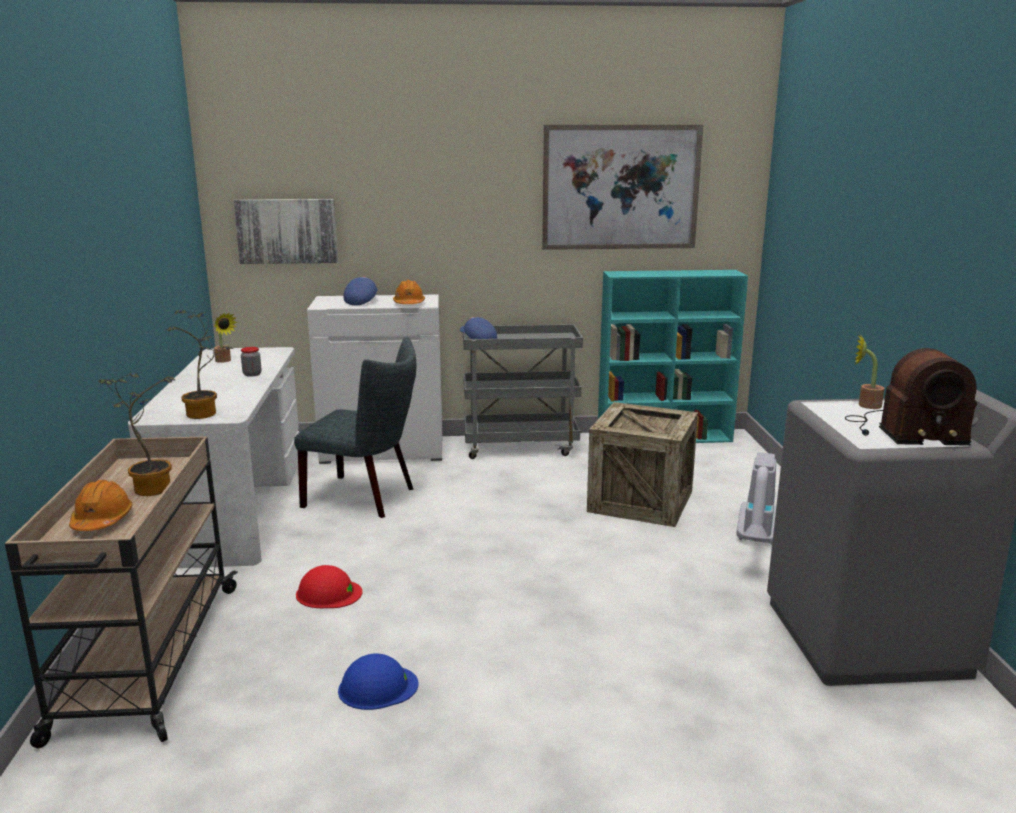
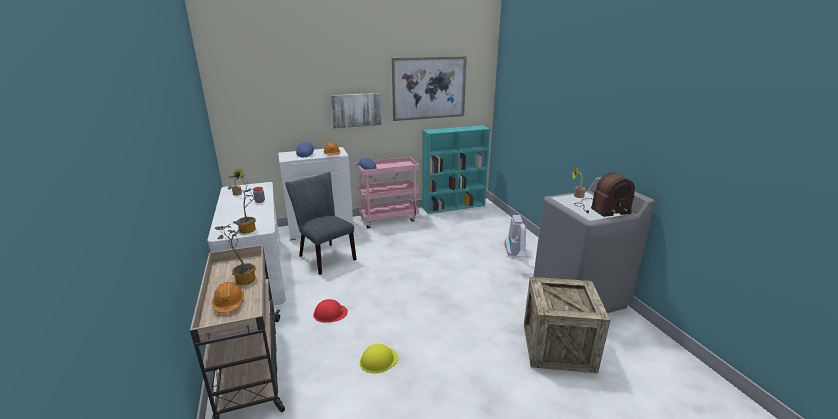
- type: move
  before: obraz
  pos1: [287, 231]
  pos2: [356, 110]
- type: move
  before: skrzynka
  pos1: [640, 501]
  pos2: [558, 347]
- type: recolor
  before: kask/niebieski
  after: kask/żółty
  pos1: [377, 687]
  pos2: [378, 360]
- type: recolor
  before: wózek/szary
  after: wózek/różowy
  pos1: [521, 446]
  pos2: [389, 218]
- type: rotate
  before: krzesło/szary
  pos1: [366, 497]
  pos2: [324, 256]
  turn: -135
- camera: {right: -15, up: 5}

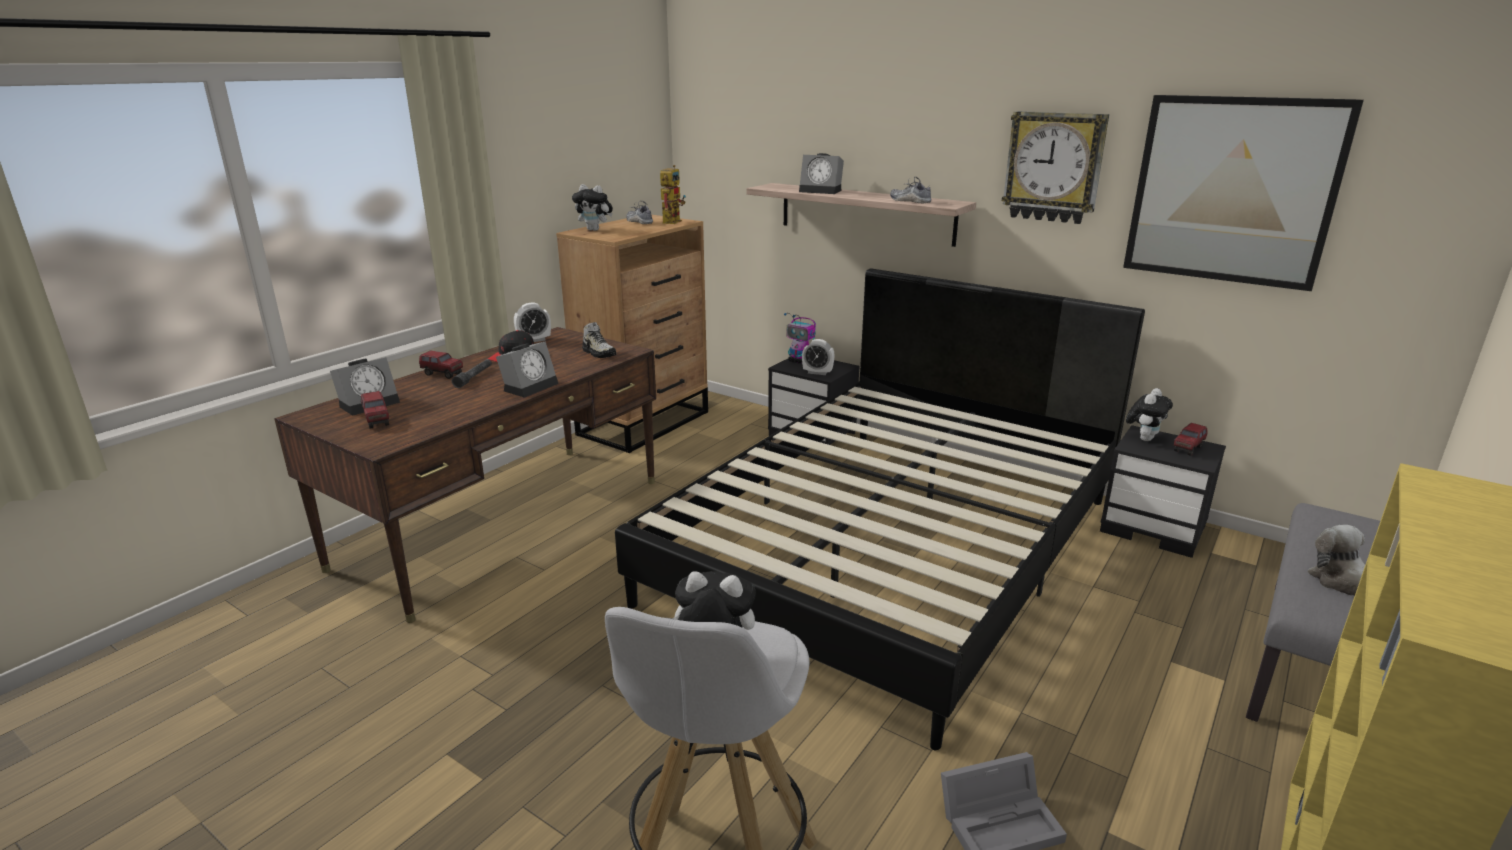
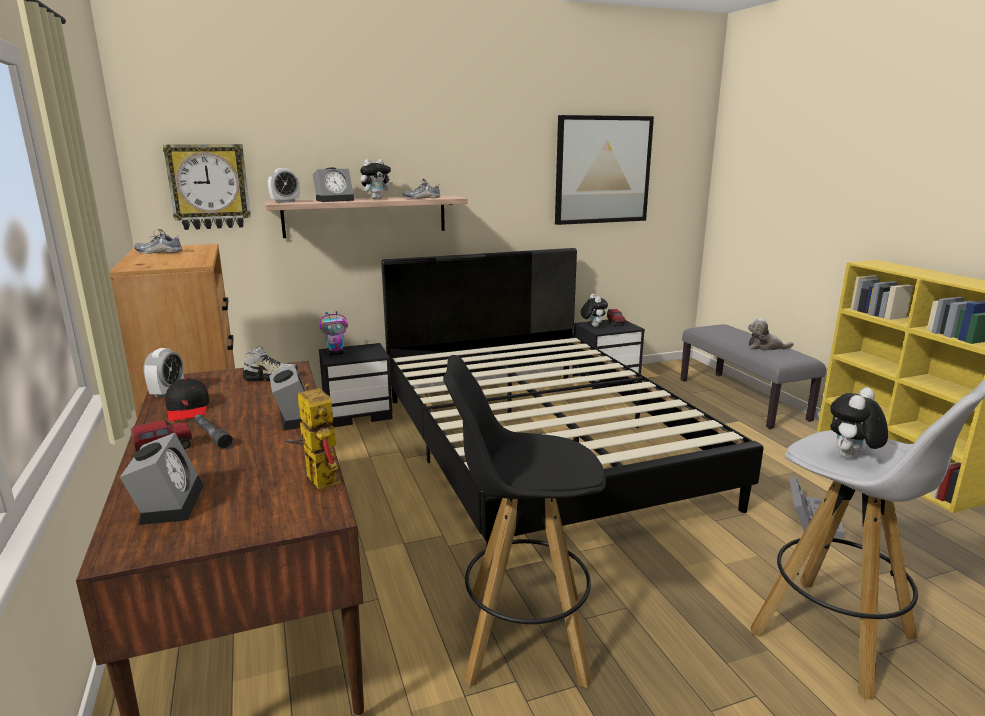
- type: delete
  before: ciężarówka zabawkowa
  pos1: [377, 421]
- type: insert
  after: stołek/czarny
  pos2: [522, 638]
- type: move
  before: pluszak
  pos1: [595, 230]
  pos2: [376, 198]
- type: move
  before: robot zabawkowy
  pos1: [672, 221]
  pos2: [316, 477]
- type: move
  before: budzik
  pos1: [817, 372]
  pos2: [285, 202]
- type: move
  before: zegar ścienny
  pos1: [1053, 167]
  pos2: [209, 187]
- camera: {right: -55, up: -5}

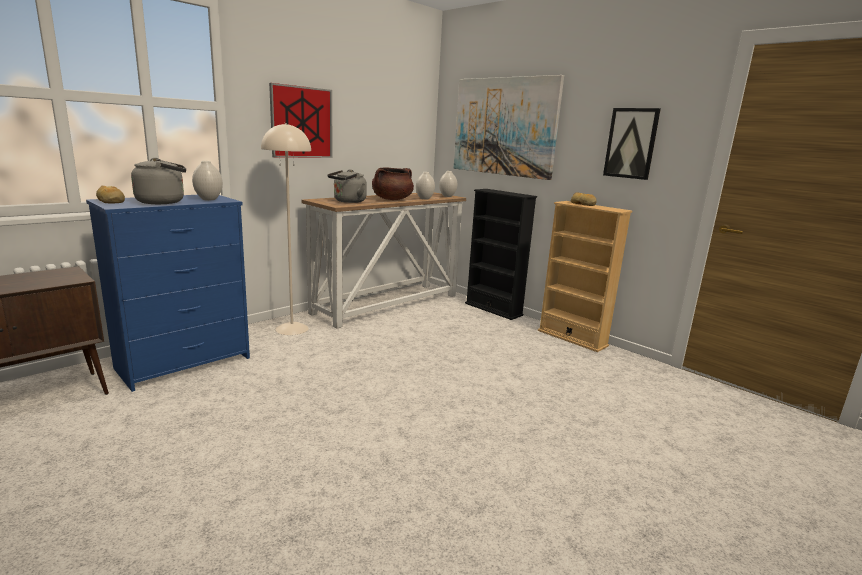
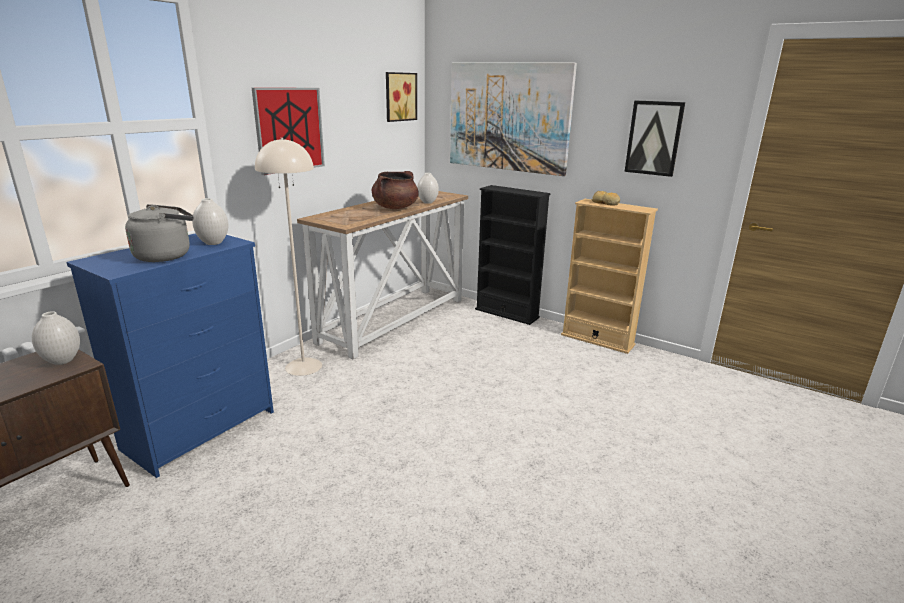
- type: delete
  before: chleb
  pos1: [111, 201]
- type: delete
  before: czajnik/szary
  pos1: [348, 201]
- type: insert
  after: obraz
  pos2: [399, 96]
- type: move
  before: wazon/biały
  pos1: [447, 196]
  pos2: [63, 361]
- camera: {right: -10, up: 5}

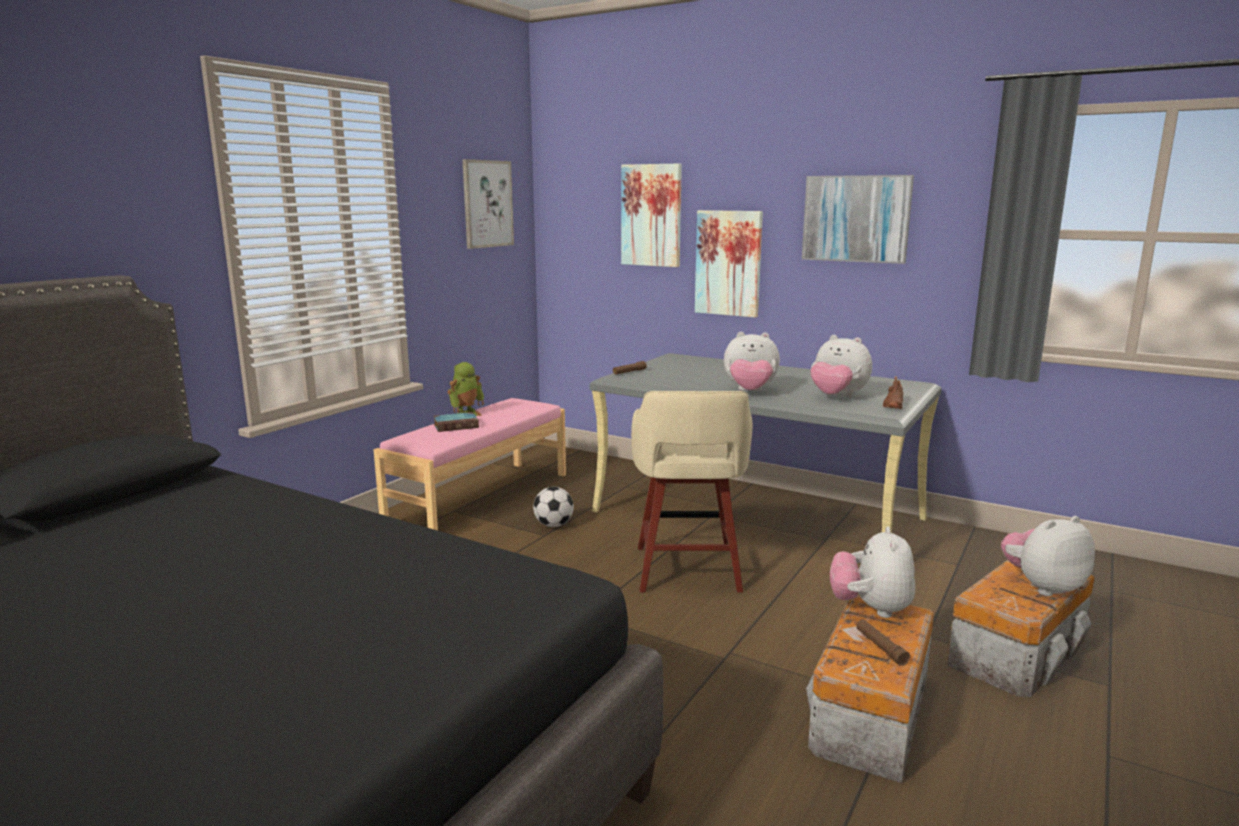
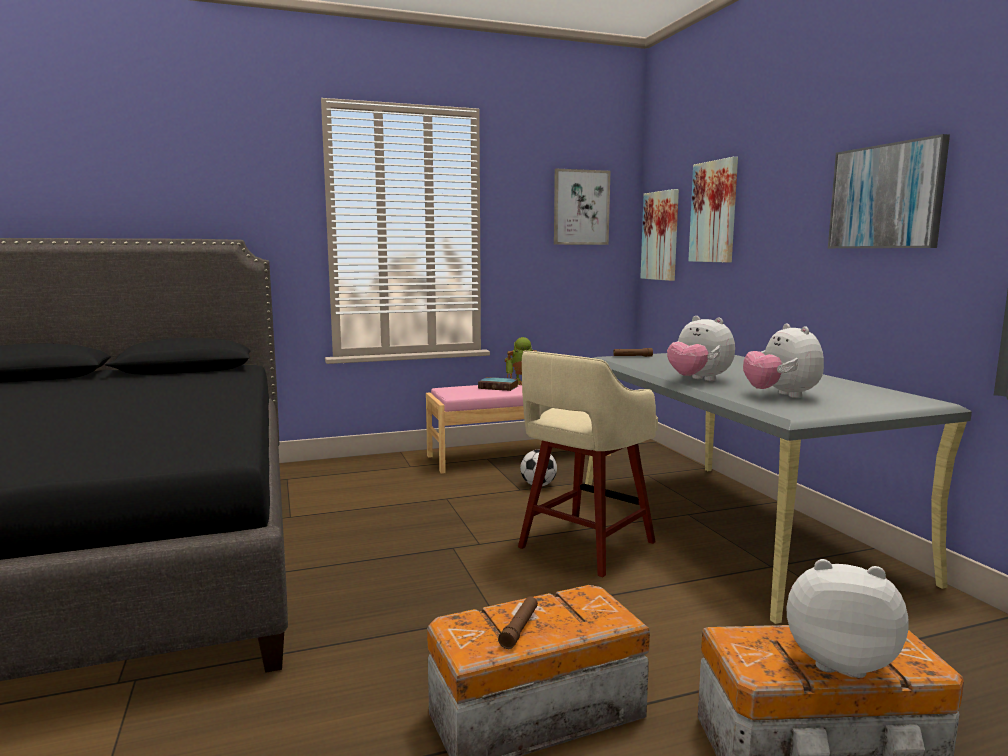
- type: delete
  before: pluszak
  pos1: [870, 609]
- type: delete
  before: but/brązowy
  pos1: [892, 405]
- type: move
  before: obraz
  pos1: [728, 263]
  pos2: [660, 236]
- camera: {right: 40, up: -5}

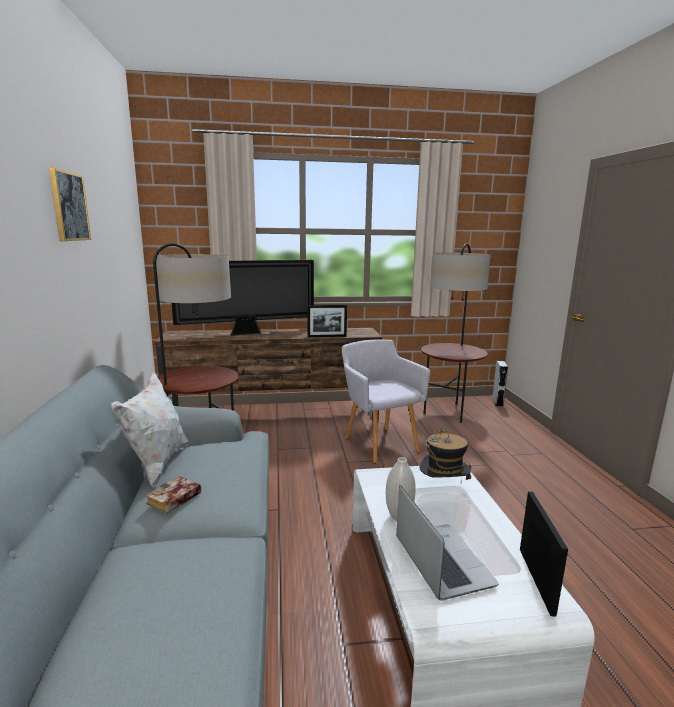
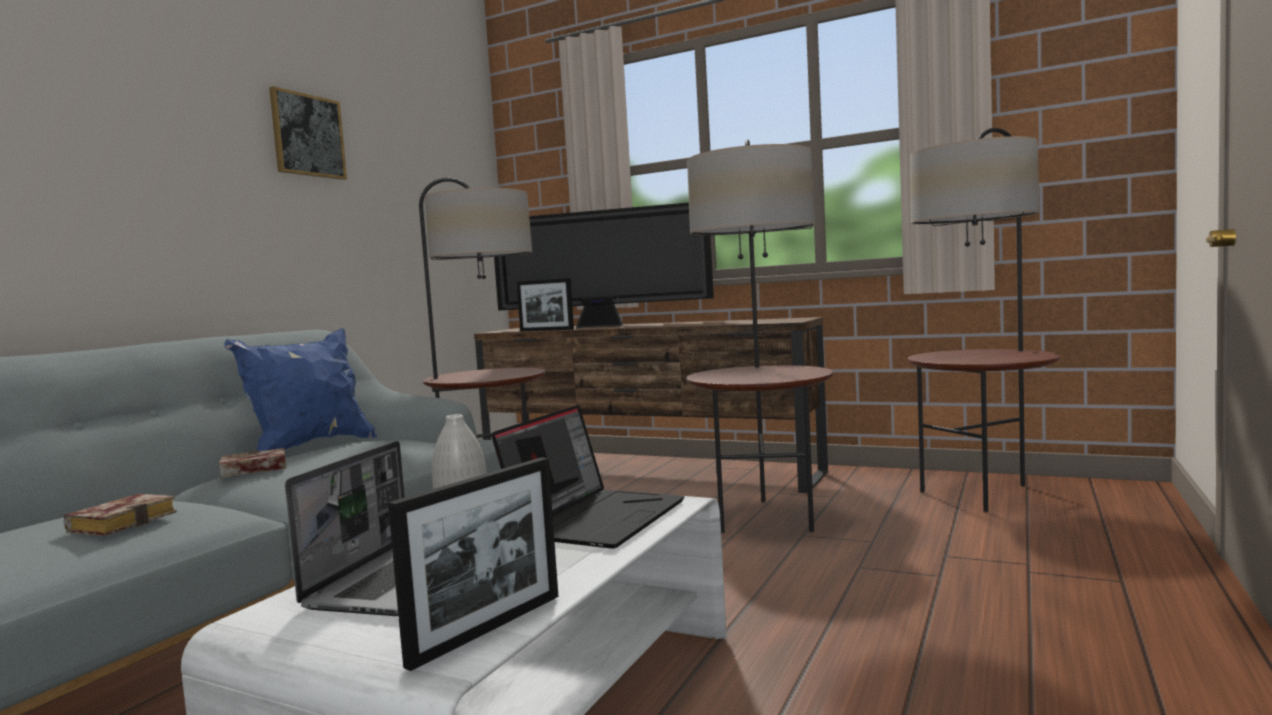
- type: delete
  before: głośnik/szary
  pos1: [497, 402]
- type: insert
  after: książka
  pos2: [124, 522]
- type: move
  before: ramka na zdjęcie
  pos1: [327, 336]
  pos2: [546, 330]
- type: replace
  before: fotel/szary
  after: lampa stojąca
  pos1: [379, 443]
  pos2: [765, 517]
- type: replace
  before: kapelusz
  after: laptop
  pos1: [443, 490]
  pos2: [596, 518]
- type: recolor
  before: poduszka/biały
  after: poduszka/niebieski
  pos1: [157, 464]
  pos2: [310, 448]
- camera: {right: 35, up: -10}

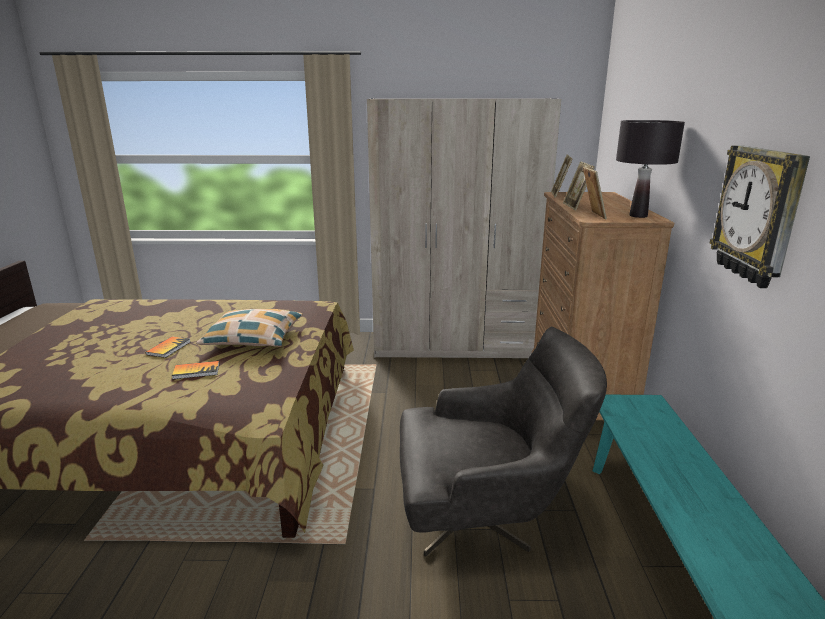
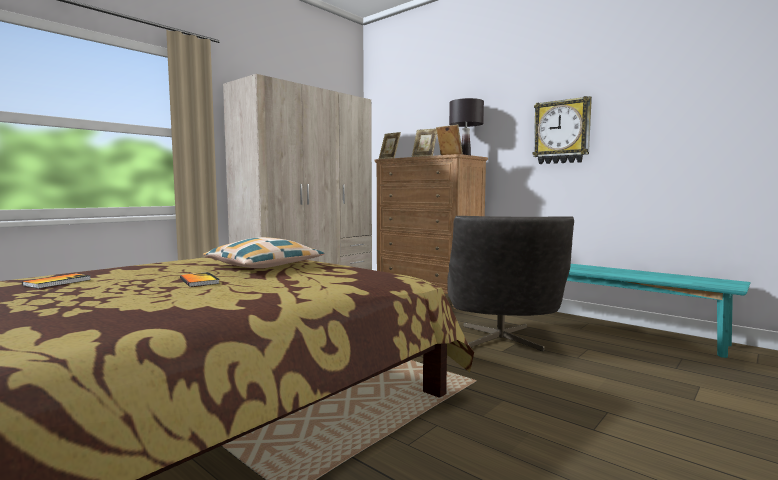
- type: move
  before: książka
  pos1: [196, 371]
  pos2: [57, 282]
- type: rotate
  before: fotel/szary
  pos1: [486, 516]
  pos2: [501, 342]
  turn: 150
- camera: {right: -50, up: -15}

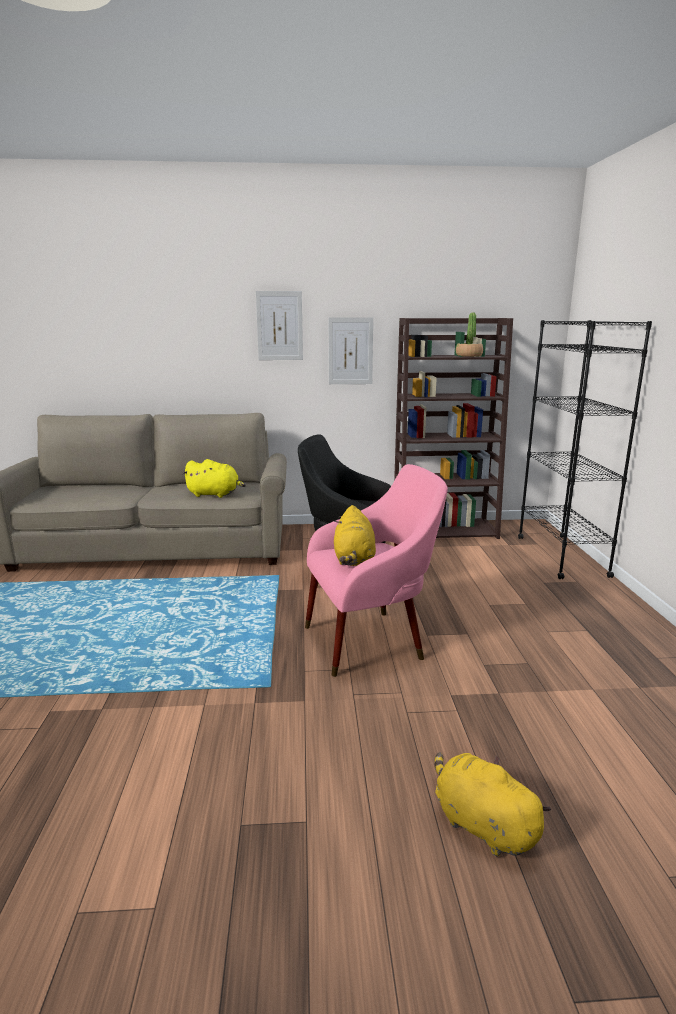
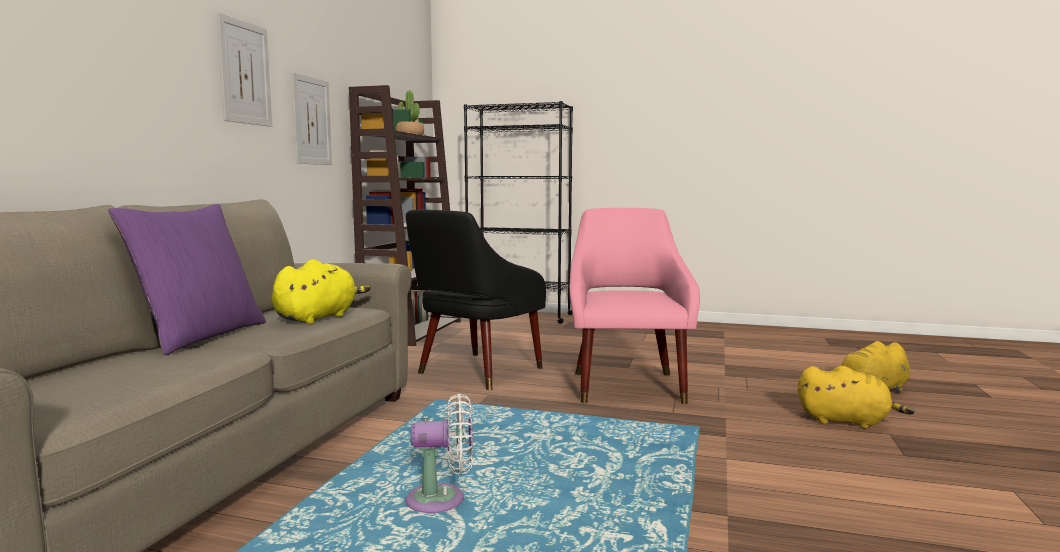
- type: insert
  after: poduszka/fioletowy
  pos2: [200, 336]
- type: insert
  after: wentylator/biały
  pos2: [442, 500]
- type: move
  before: pluszak/żółty
  pos1: [354, 559]
  pos2: [846, 421]
- camera: {right: -70, up: -10}

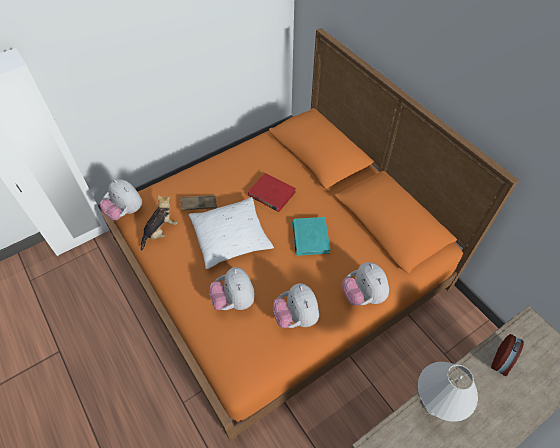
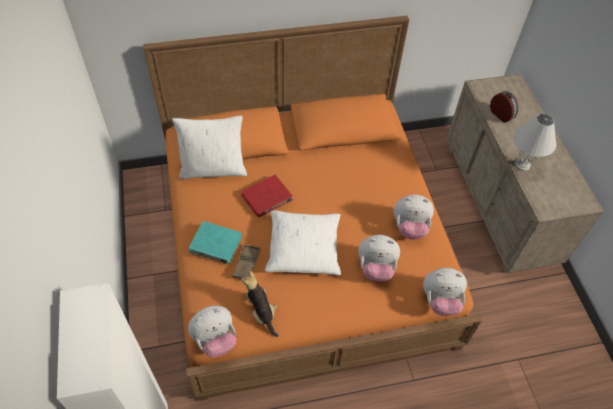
- type: insert
  after: poduszka/biały
  pos2: [213, 168]
- type: move
  before: książka/turkusowy
  pos1: [310, 237]
  pos2: [215, 244]
- type: move
  before: pluszak
  pos1: [363, 295]
  pos2: [440, 301]
- camera: {right: -70, up: 0}

